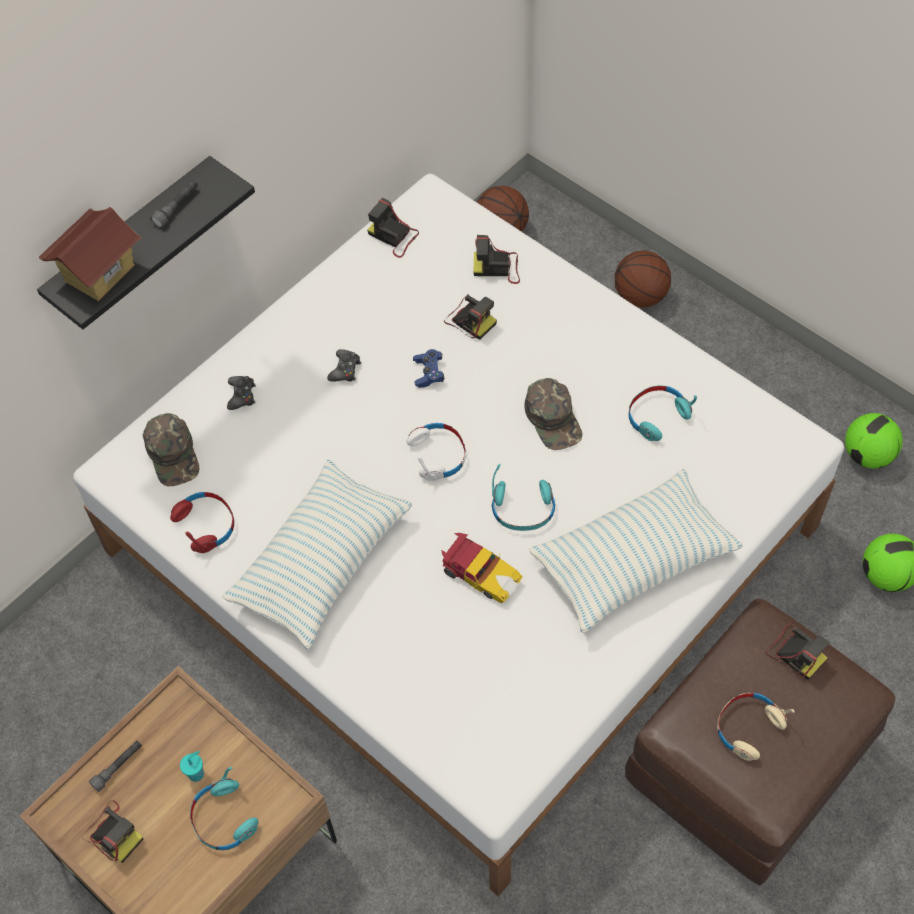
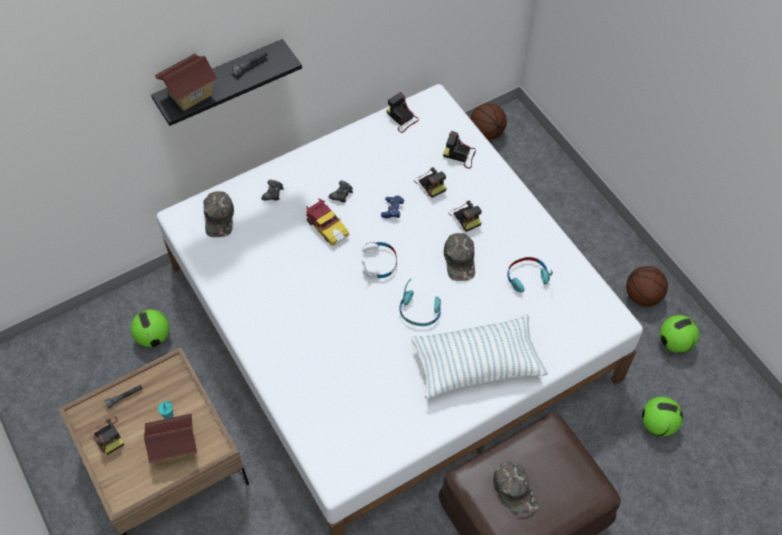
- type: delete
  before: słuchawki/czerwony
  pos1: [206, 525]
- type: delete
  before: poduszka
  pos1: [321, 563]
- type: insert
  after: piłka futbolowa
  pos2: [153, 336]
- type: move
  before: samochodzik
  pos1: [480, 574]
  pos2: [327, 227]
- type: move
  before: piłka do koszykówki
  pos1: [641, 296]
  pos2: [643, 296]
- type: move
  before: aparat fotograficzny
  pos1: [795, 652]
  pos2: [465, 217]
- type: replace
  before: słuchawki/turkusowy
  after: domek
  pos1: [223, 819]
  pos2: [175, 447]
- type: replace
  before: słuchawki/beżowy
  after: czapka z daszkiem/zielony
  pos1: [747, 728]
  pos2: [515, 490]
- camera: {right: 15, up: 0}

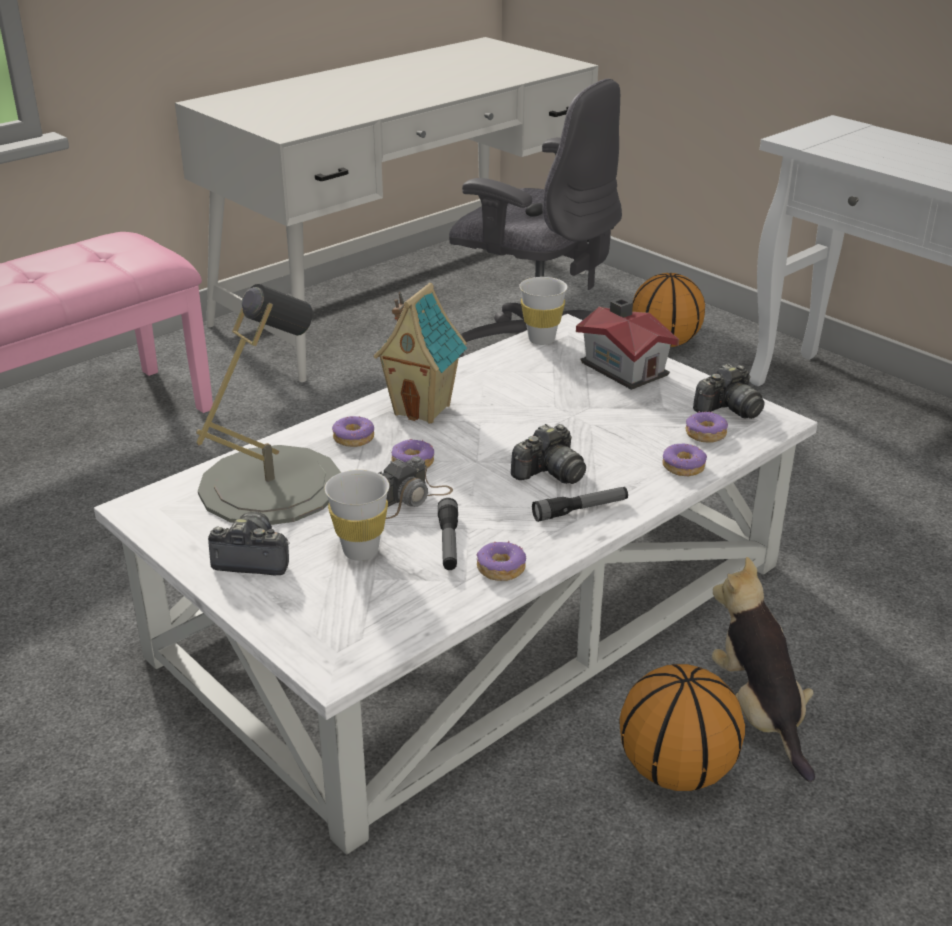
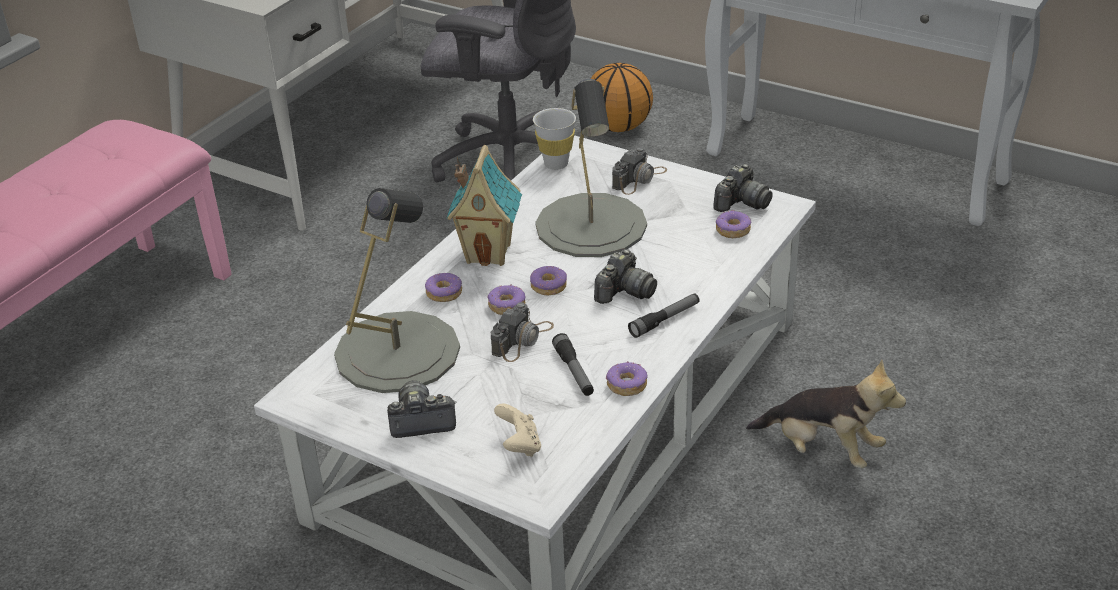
- type: delete
  before: filiżanka/biały
  pos1: [360, 551]
- type: delete
  before: piłka do koszykówki
  pos1: [677, 771]
- type: insert
  after: pad do gier/beżowy
  pos2: [519, 446]
- type: insert
  after: lampa stołowa/szary
  pos2: [591, 225]
- type: move
  before: donut
  pos1: [684, 467]
  pos2: [549, 286]
- type: replace
  before: domek
  after: aparat fotograficzny
  pos1: [624, 367]
  pos2: [639, 178]
- type: rotate
  before: pluszak
  pos1: [759, 712]
  pos2: [823, 449]
  turn: 150
- camera: {right: -15, up: 5}

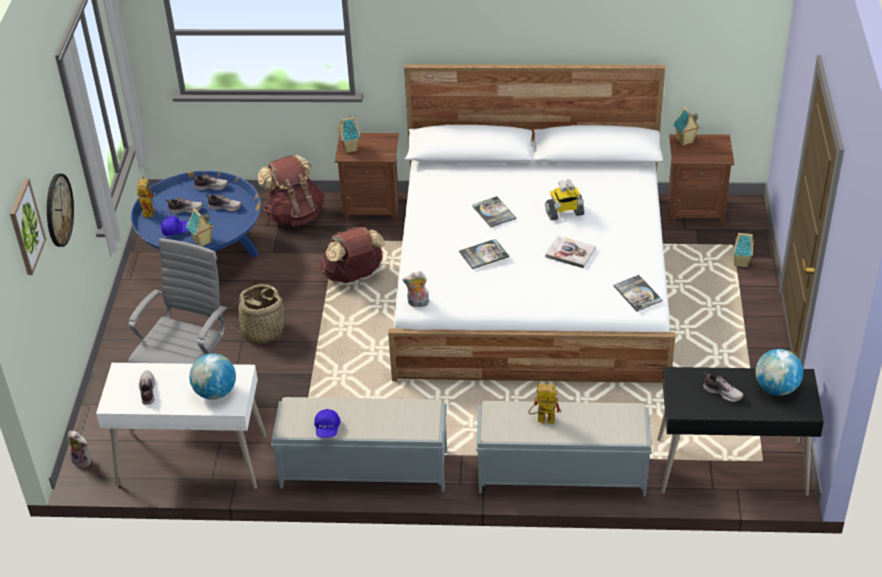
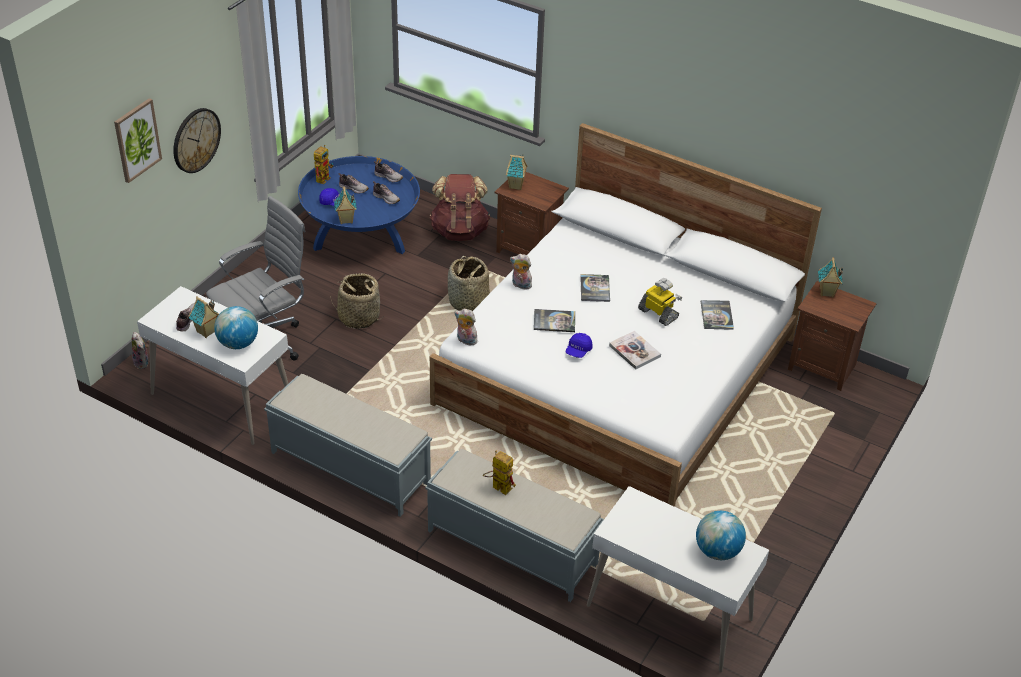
- type: delete
  before: but
  pos1: [722, 392]
- type: insert
  after: pluszak
  pos2: [520, 285]
- type: move
  before: czapka z daszkiem/niebieski
  pos1: [327, 429]
  pos2: [578, 350]
- type: move
  before: książka
  pos1: [637, 294]
  pos2: [716, 315]
- type: move
  before: domek
  pos1: [742, 263]
  pos2: [207, 332]
- type: replace
  before: plecak/brązowy
  after: koszyk
  pos1: [353, 276]
  pos2: [468, 302]
- type: recolor
  before: biurko/czarny
  after: biurko/biały
  pos1: [731, 467]
  pos2: [669, 613]
- type: rotate
  before: robot zabawkowy
  pos1: [564, 213]
  pos2: [658, 313]
  turn: -150
- camera: {right: 25, up: 0}

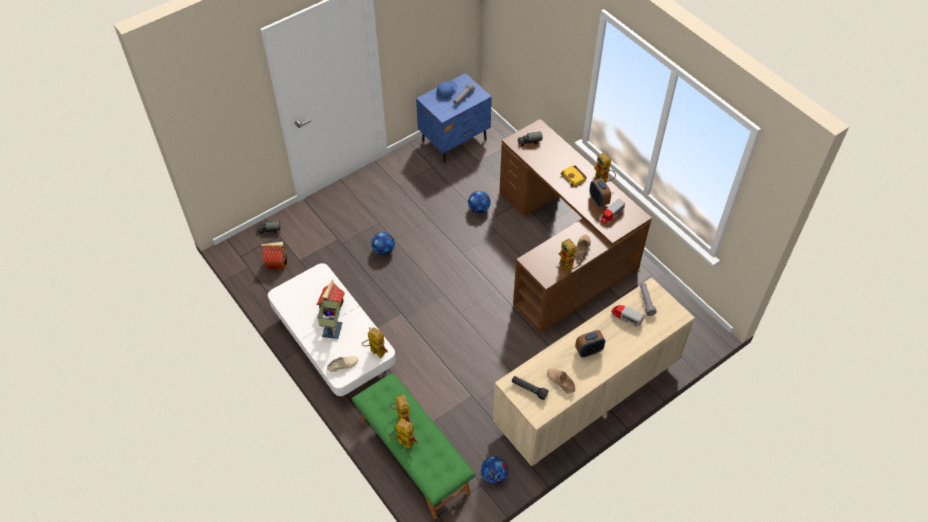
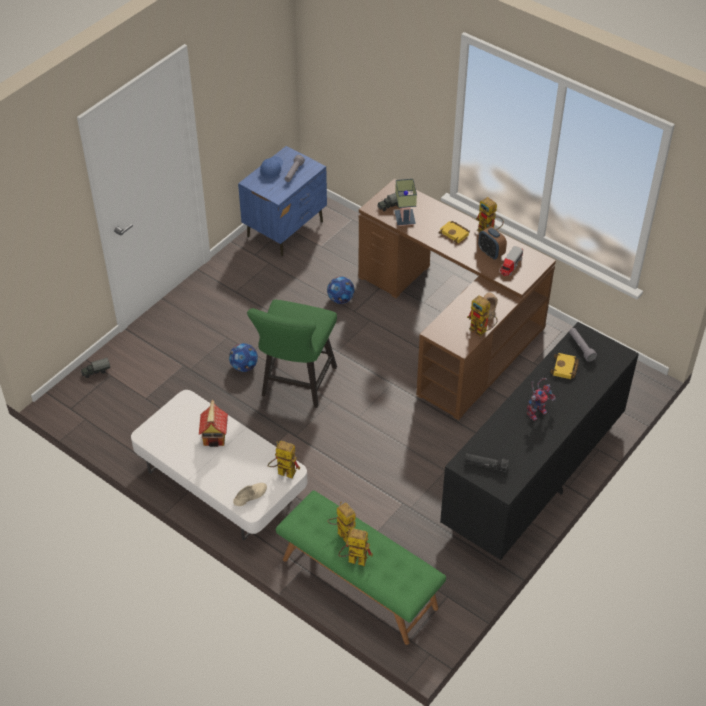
- type: delete
  before: domek
  pos1: [277, 262]
- type: delete
  before: piłka futbolowa
  pos1: [494, 475]
- type: delete
  before: but/beżowy
  pos1: [560, 382]
- type: insert
  after: krzesło/zielony
  pos2: [296, 385]
- type: move
  before: lampa stołowa
  pos1: [333, 331]
  pos2: [406, 219]
- type: replace
  before: budzik
  after: robot zabawkowy
  pos1: [588, 351]
  pos2: [537, 411]
- type: replace
  before: ciężarówka zabawkowa
  after: książka/żółty
  pos1: [626, 317]
  pos2: [565, 368]
- type: recolor
  before: komoda/beżowy
  after: komoda/czarny
  pos1: [586, 397]
  pos2: [533, 476]
- camera: {right: -15, up: -5}

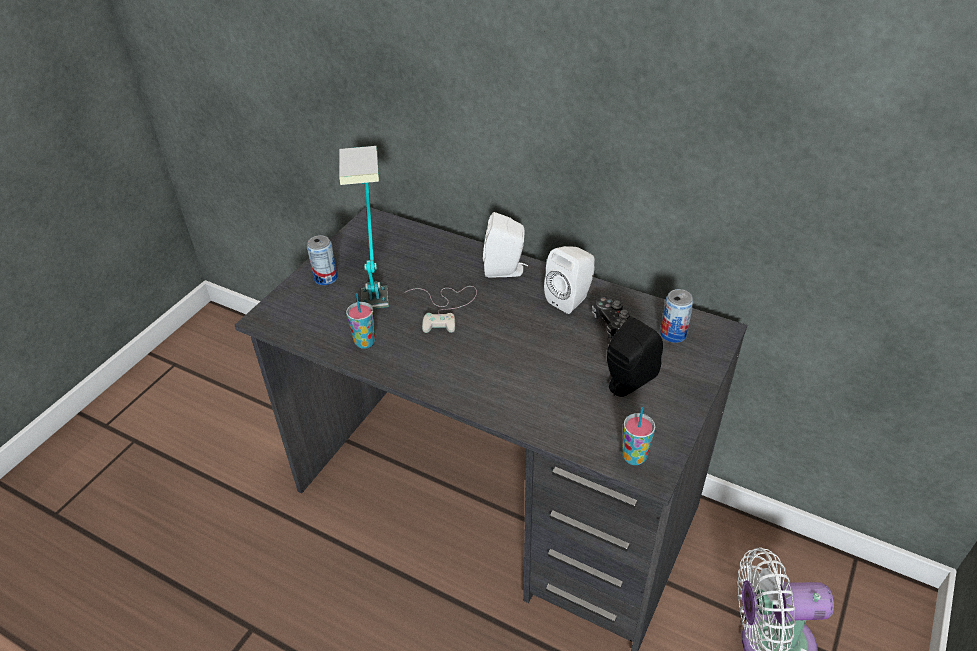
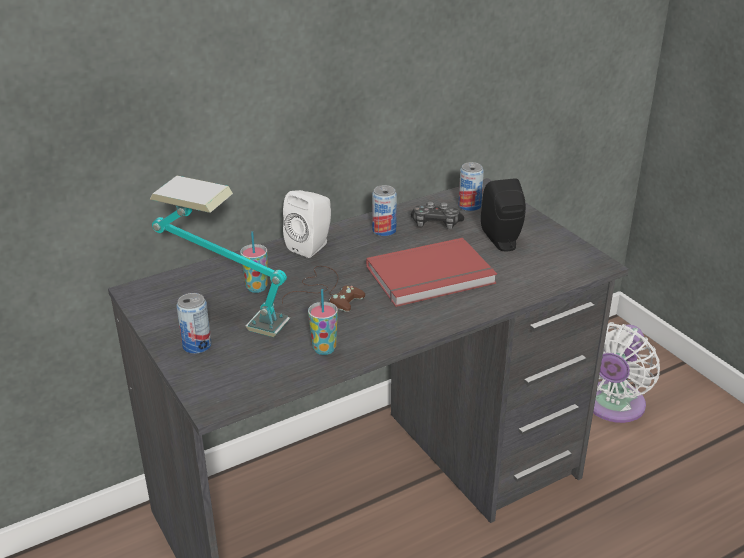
- type: insert
  after: książka/czerwony
  pos2: [432, 277]
- type: move
  before: filiżanka
  pos1: [634, 457]
  pos2: [256, 288]
- type: replace
  before: głośnik/biały
  after: puszka
  pos1: [571, 299]
  pos2: [384, 230]
- type: recolor
  before: pad do gier/biały
  after: pad do gier/brązowy
  pos1: [445, 308]
  pos2: [326, 291]
- camera: {right: -60, up: -10}

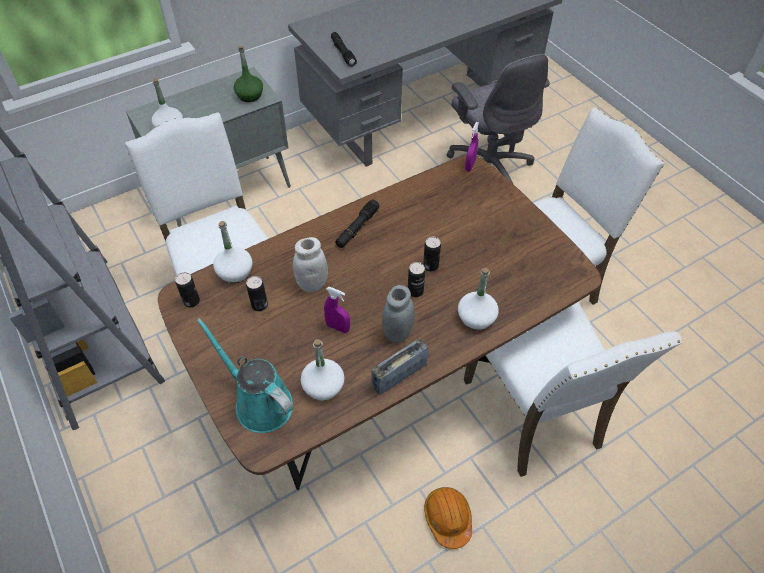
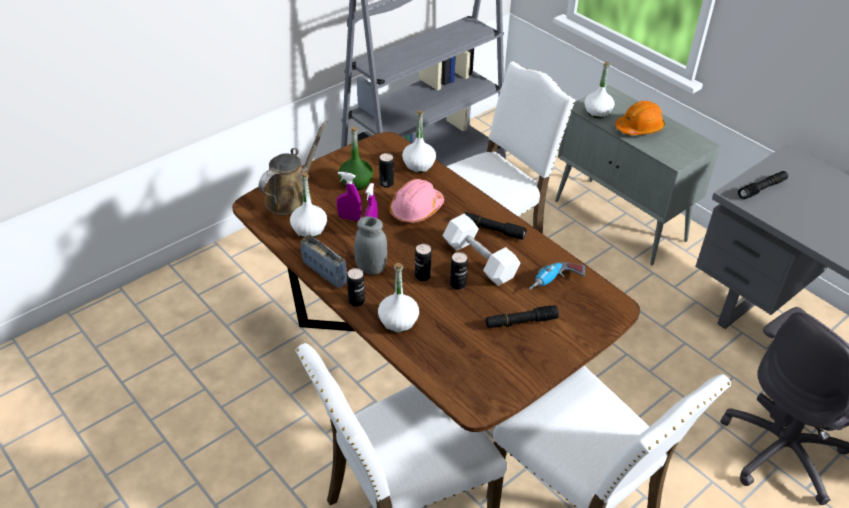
- type: insert
  after: hantel/biały
  pos2: [479, 260]
- type: insert
  after: latarka/czarny
  pos2: [521, 322]
- type: insert
  after: wiertarka
  pos2: [555, 282]
- type: move
  before: puszka
  pos1: [191, 301]
  pos2: [356, 301]
- type: move
  before: butelka/zielony
  pos1: [249, 95]
  pos2: [356, 182]
- type: move
  before: kask/pomarańczowy
  pos1: [448, 518]
  pos2: [639, 128]
- type: move
  before: spryskiwacz/fioletowy
  pos1: [470, 165]
  pos2: [349, 218]
- type: replace
  before: słoik/biały
  after: kask/różowy
  pos1: [312, 284]
  pos2: [416, 210]
- type: recolor
  before: konewka/turkusowy
  after: konewka/brązowy
  pos1: [259, 402]
  pos2: [292, 198]
- camera: {right: 80, up: -10}

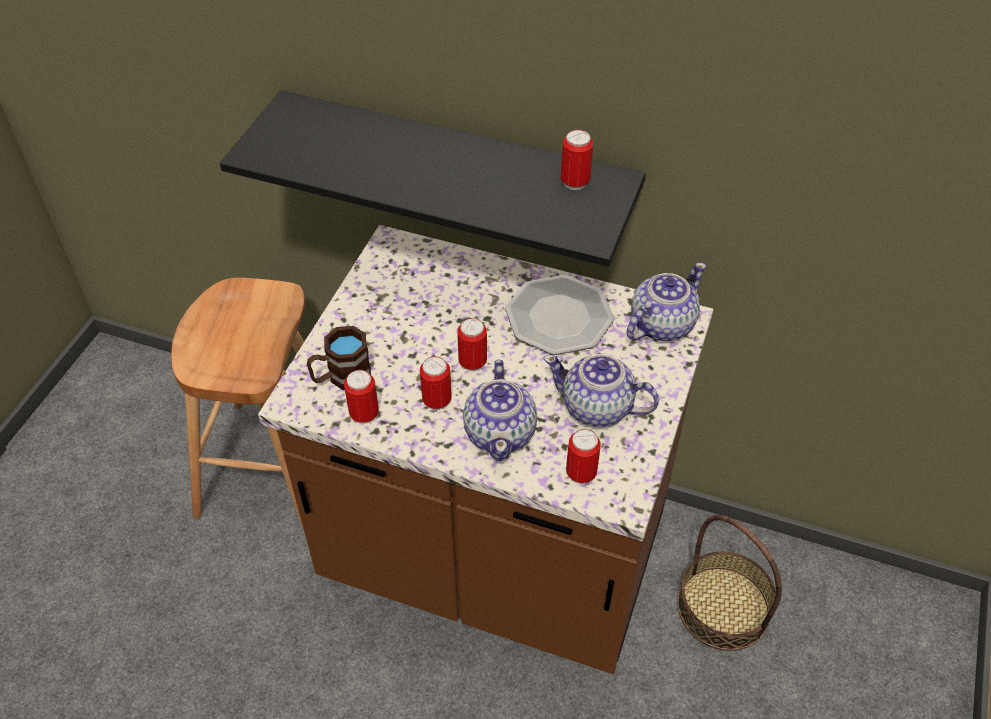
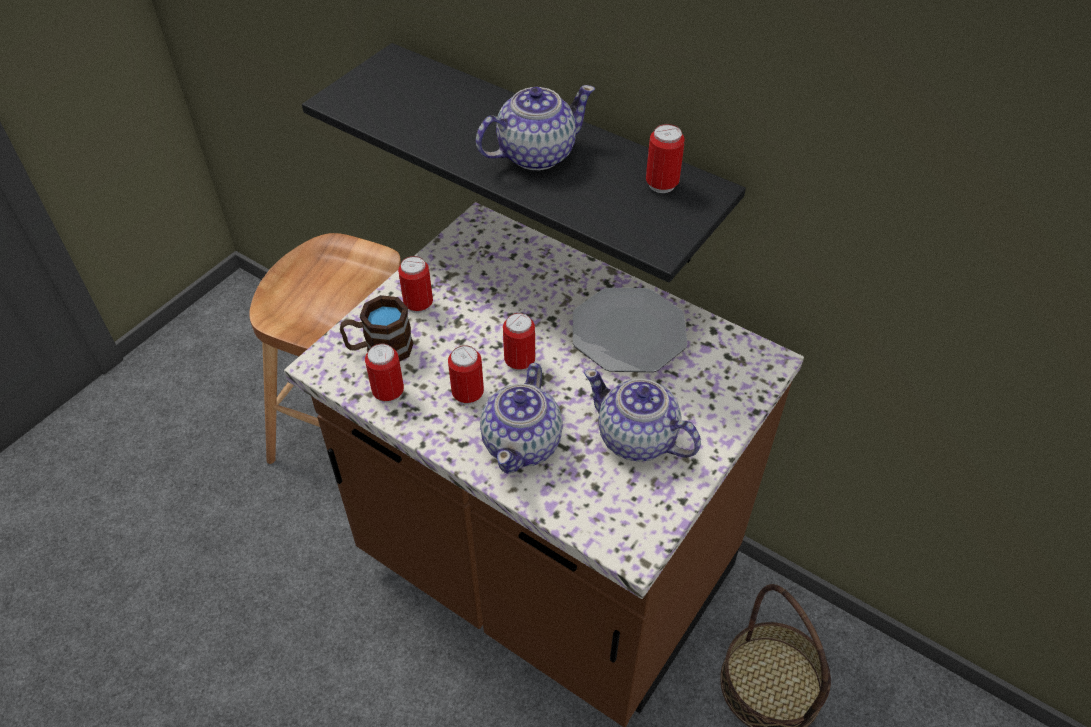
- type: move
  before: puszka
  pos1: [581, 473]
  pos2: [418, 304]
- type: move
  before: imbryk
  pos1: [660, 325]
  pos2: [535, 154]
- camera: {right: 15, up: 0}

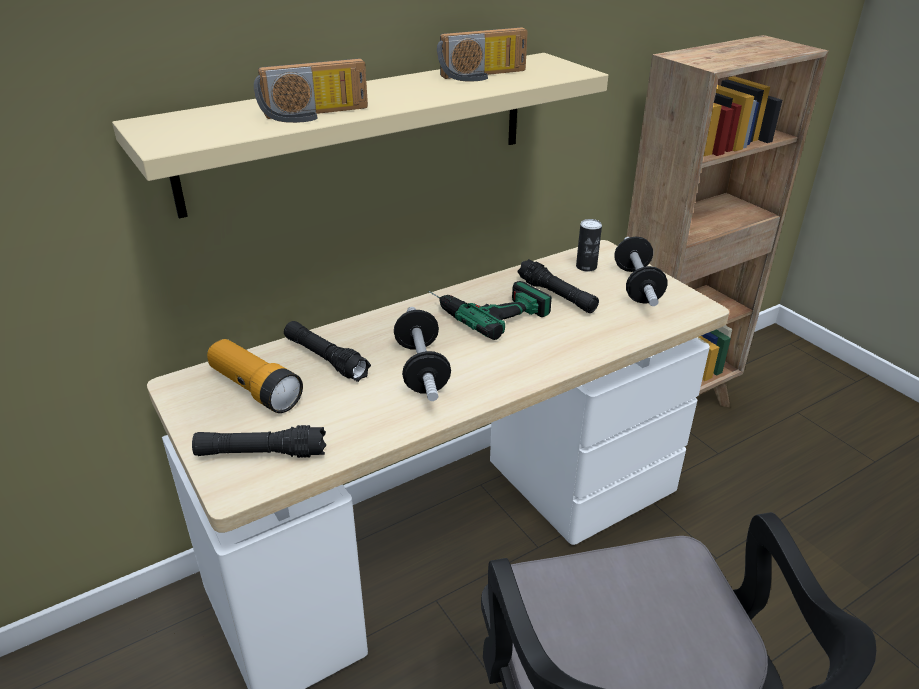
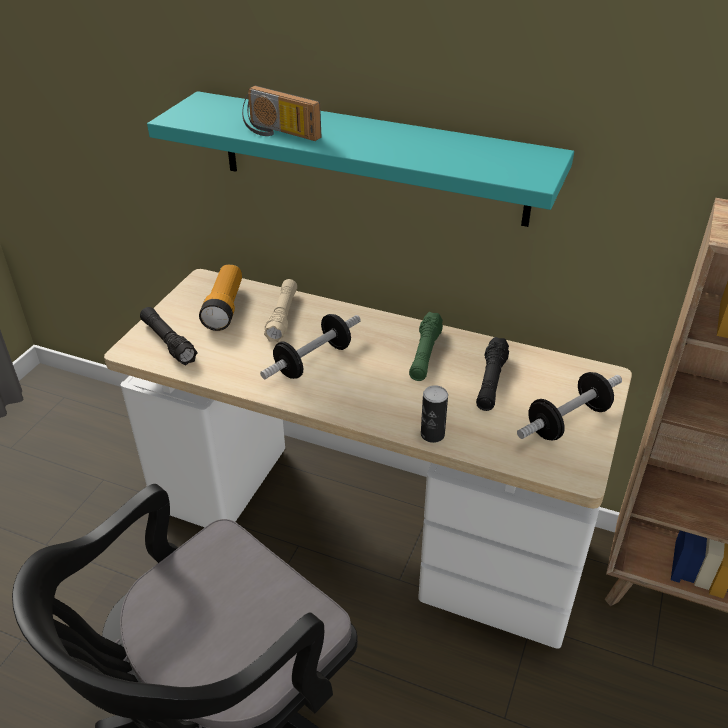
- type: delete
  before: radio
  pos1: [483, 76]
- type: move
  before: puszka
  pos1: [586, 267]
  pos2: [432, 434]
- type: replace
  before: wiertarka
  after: latarka/zielony
  pos1: [485, 309]
  pos2: [425, 354]
- type: recolor
  before: półka/beżowy
  after: półka/turkusowy
  pos1: [361, 130]
  pos2: [371, 158]
- type: recolor
  before: latarka/czarny
  after: latarka/beżowy
  pos1: [325, 359]
  pos2: [282, 316]
- camera: {right: 55, up: 5}

